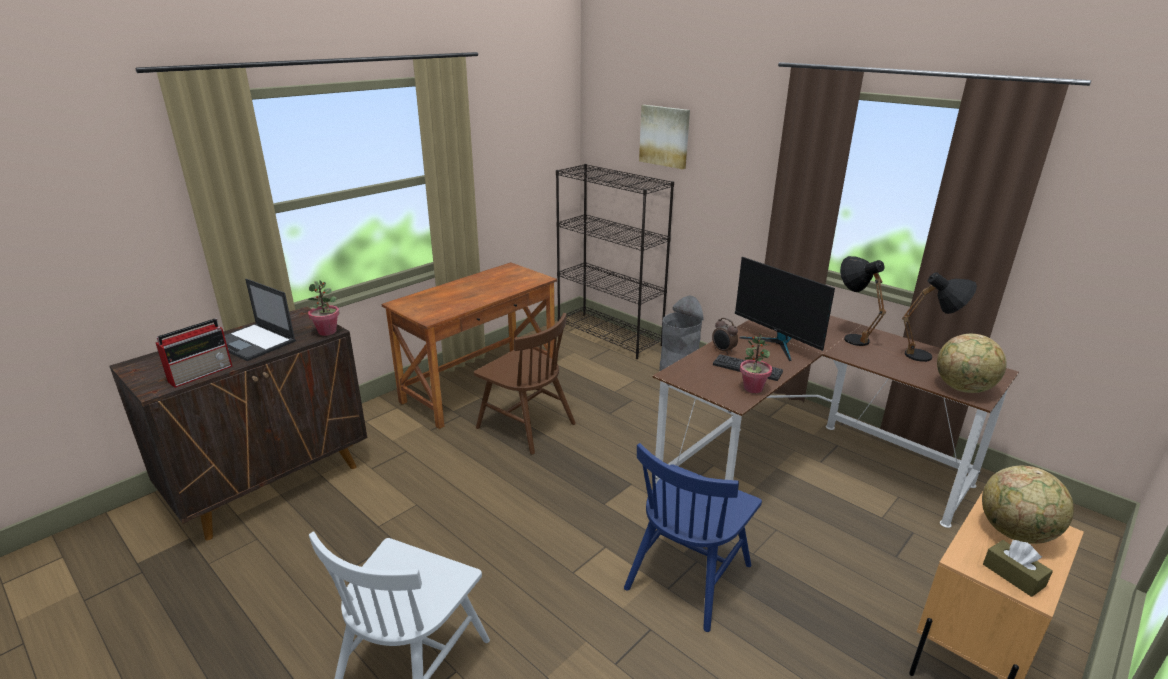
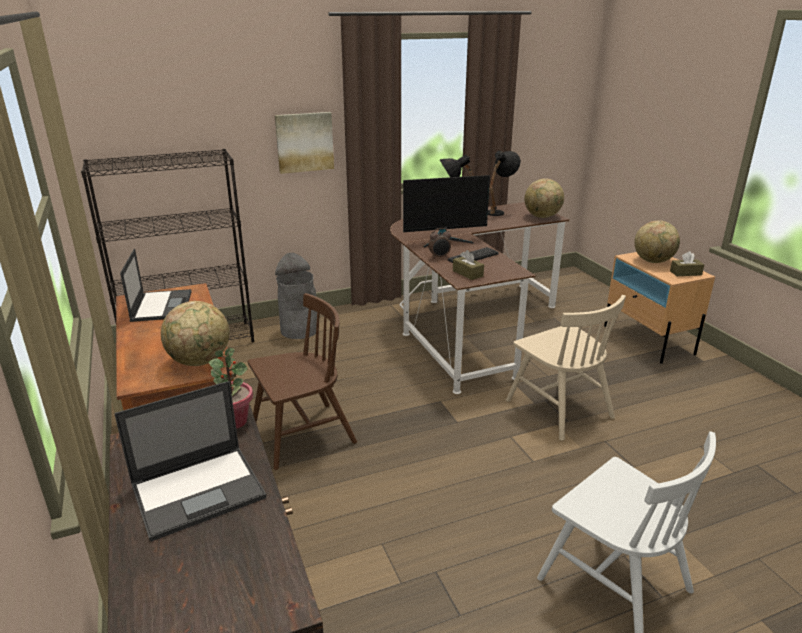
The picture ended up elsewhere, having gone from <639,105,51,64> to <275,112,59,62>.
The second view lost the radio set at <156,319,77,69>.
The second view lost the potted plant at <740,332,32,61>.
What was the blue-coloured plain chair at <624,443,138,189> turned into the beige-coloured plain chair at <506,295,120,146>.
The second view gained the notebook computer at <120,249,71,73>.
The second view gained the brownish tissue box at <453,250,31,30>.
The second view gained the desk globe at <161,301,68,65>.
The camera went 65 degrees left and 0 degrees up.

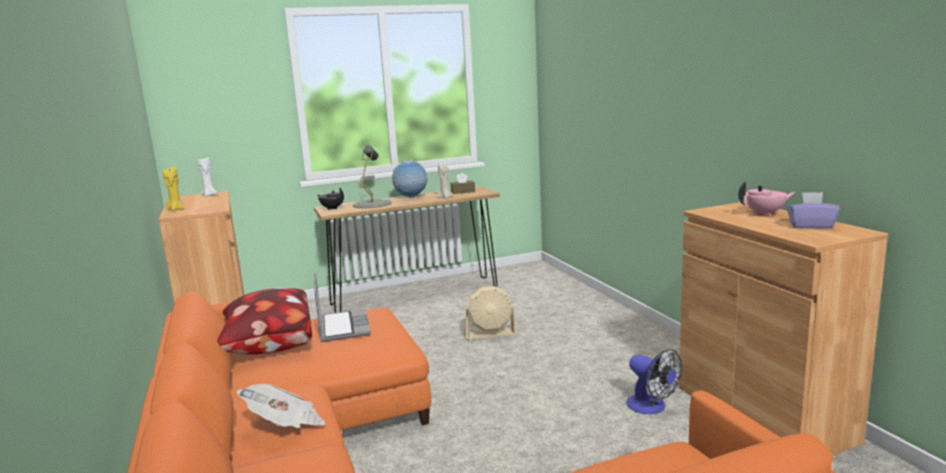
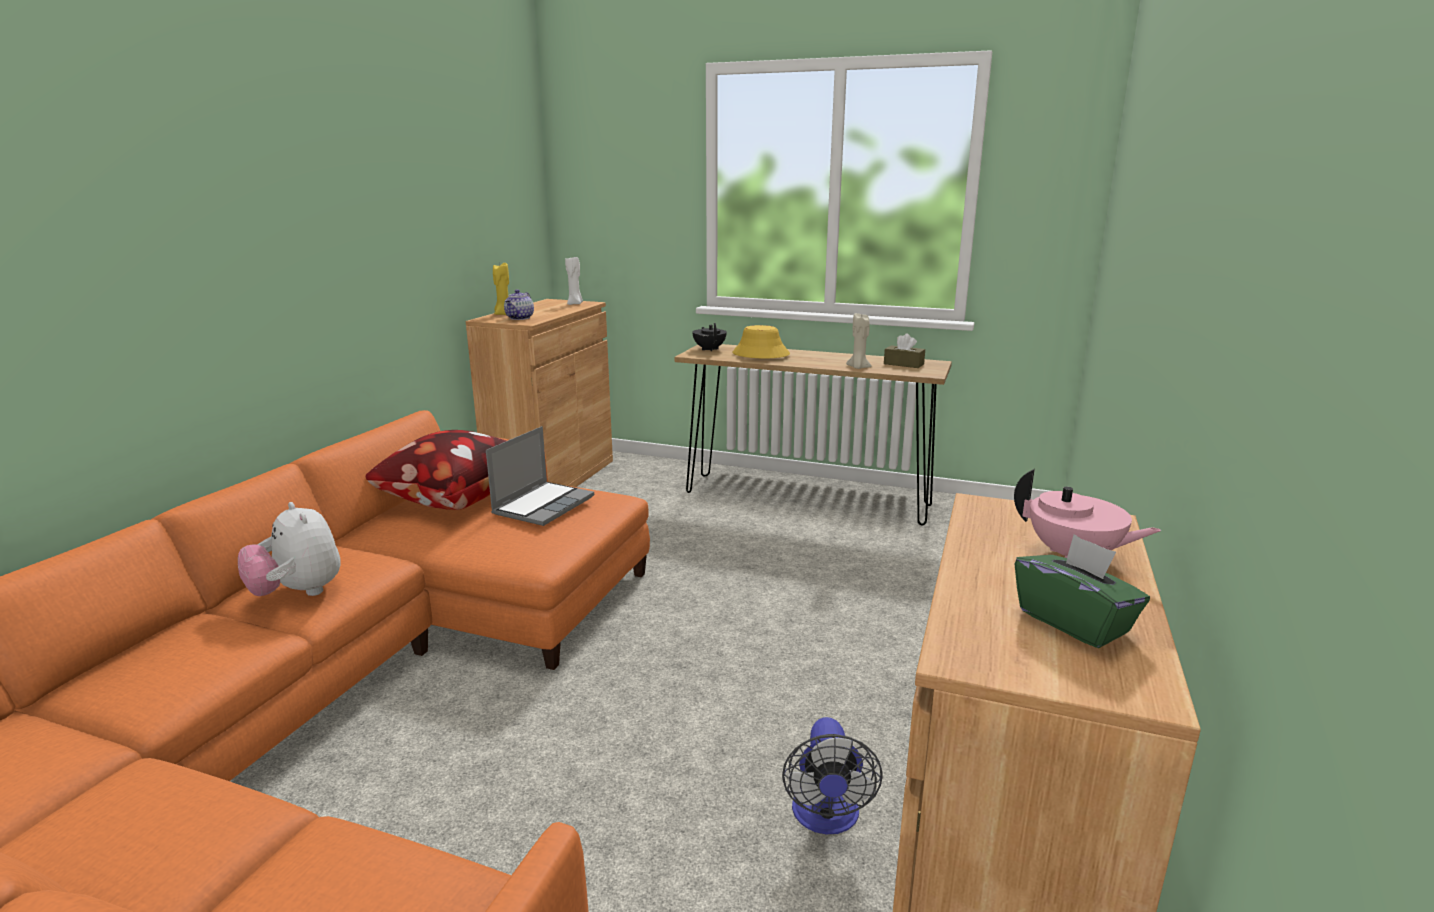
Where the grey lamp for a table stood at <353,145,39,64>, the yellowish wearable hat came to stand at <733,325,57,33>.
The second view lost the desk globe at <392,160,36,38>.
What was the purple-coloured tissue box at <786,192,54,37> turned into the green tissue box at <1015,534,135,114>.
The second view lost the beige-coloured cooling fan at <464,286,53,54>.
Where the daily paper stood at <237,384,89,44>, the soft toy came to stand at <238,502,103,94>.
The second view gained the teapot at <504,289,30,31>.
The camera went 40 degrees right and 5 degrees up.

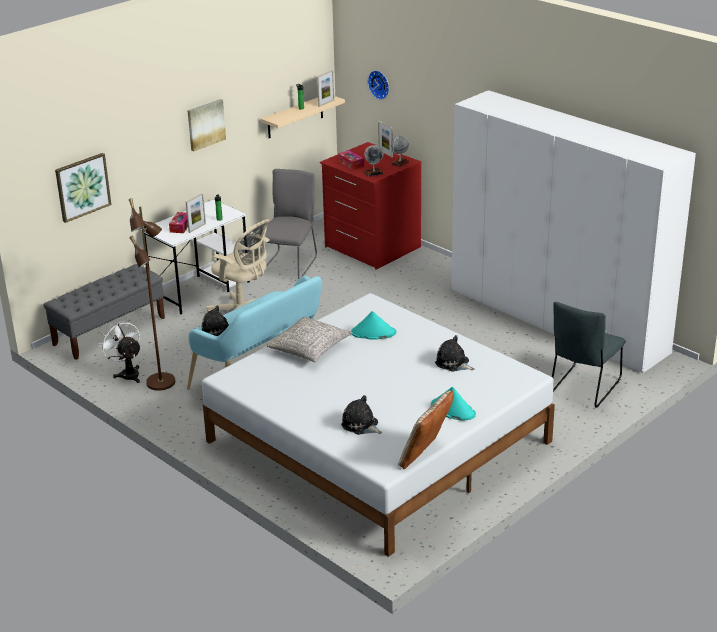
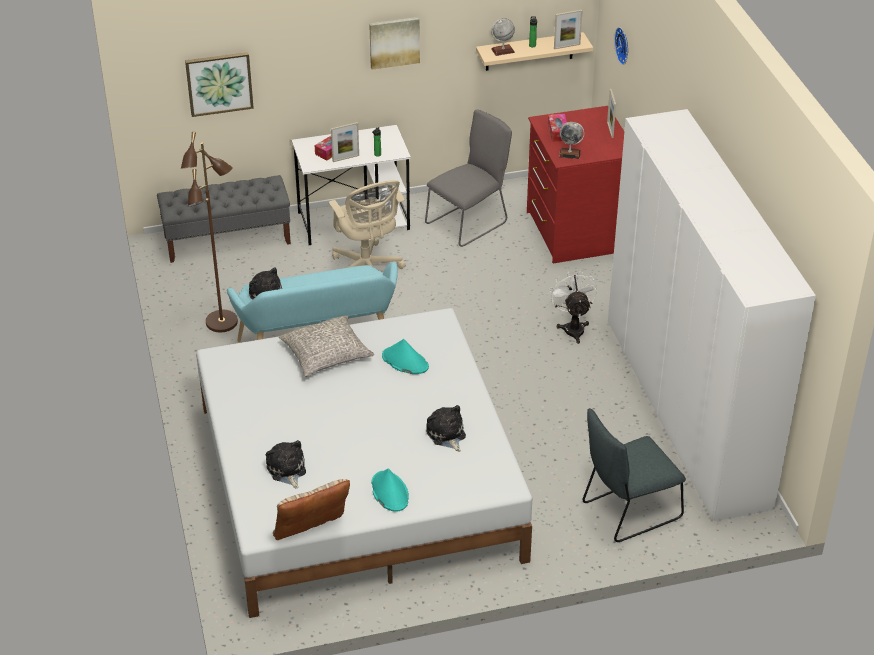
The desk globe ended up elsewhere, having gone from <391,136,18,31> to <491,18,24,38>.
The white-coloured cooling fan ended up elsewhere, having gone from <98,319,43,64> to <550,271,48,73>.
The camera went 30 degrees right and 10 degrees up.

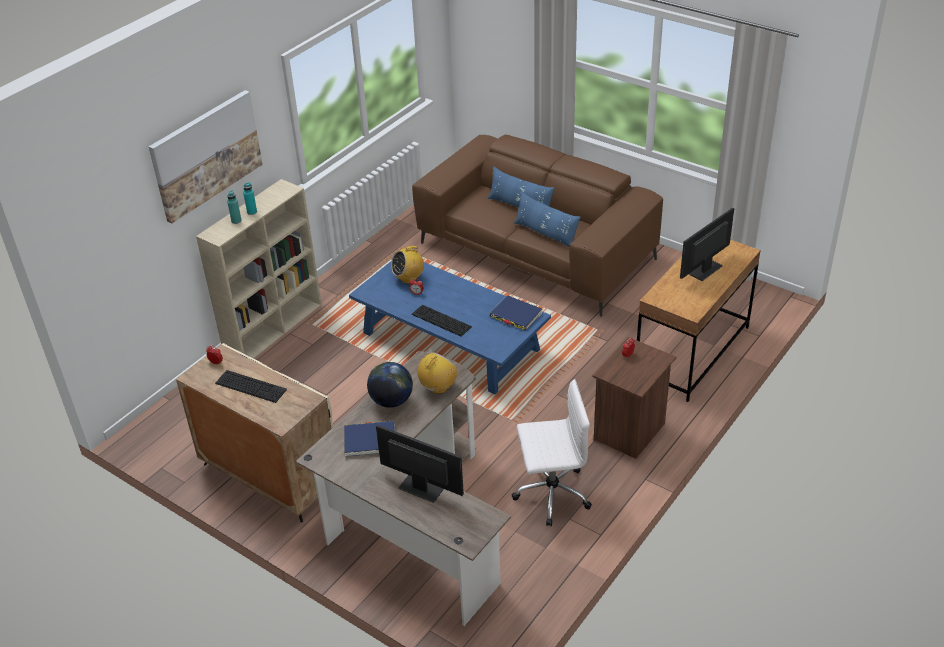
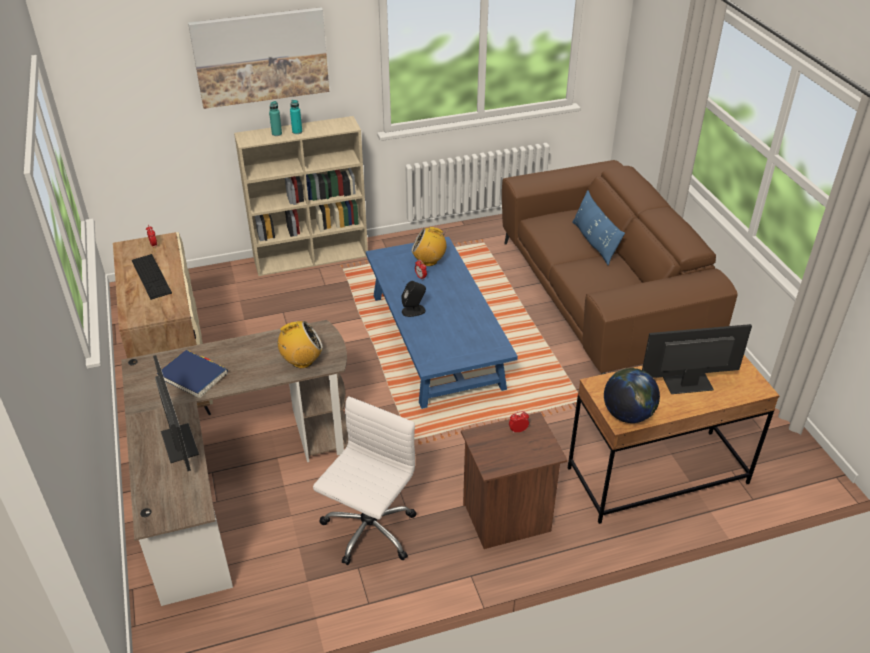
The second view lost the blue-coloured pillow at <514,191,66,56>.
The second view lost the blue-coloured volume at <490,295,53,35>.
Where the computer keyboard stood at <412,305,60,32>, the black-coloured audio speaker came to stand at <402,281,24,36>.
The desk globe ended up elsewhere, having gone from <367,362,46,46> to <604,368,56,55>.
The white-coloured computer chair at <512,379,80,148> ended up facing another way, 90 degrees counterclockwise from before.
The camera went 35 degrees right and 0 degrees up.

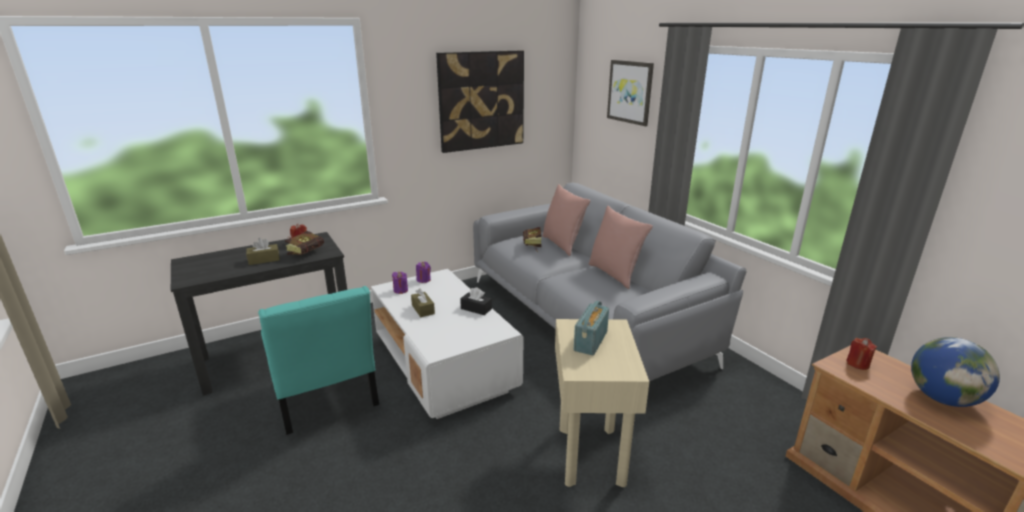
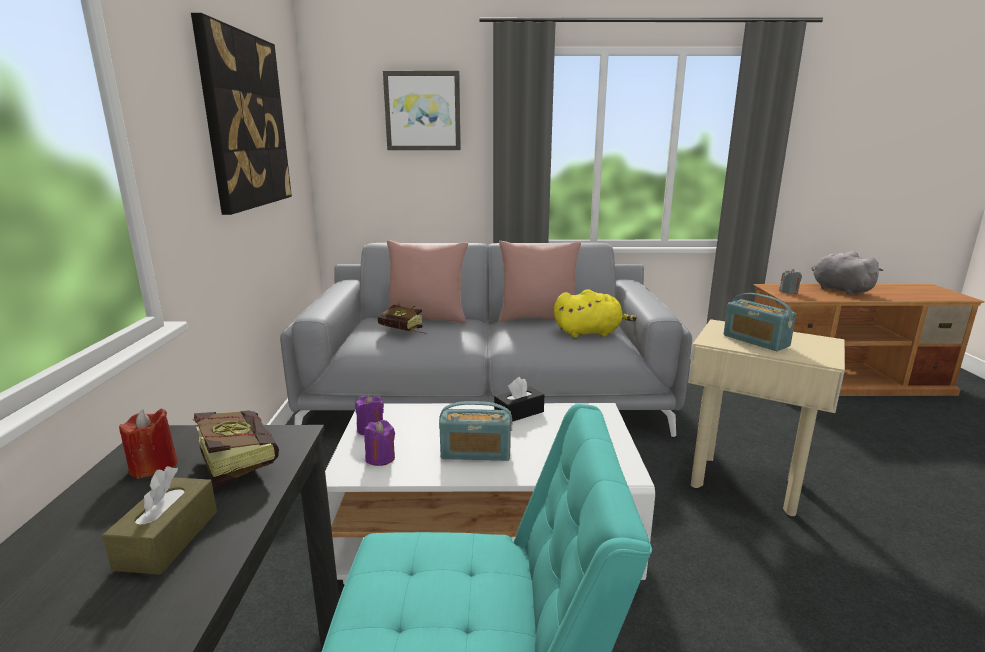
Where the brownish tissue box stood at <411,288,24,29>, the radio set came to stand at <439,401,73,60>.
Where the desk globe stood at <911,337,89,70>, the grey soft toy came to stand at <811,251,73,43>.
What was the red wax light at <846,338,31,32> turned into the grey wax light at <779,269,23,25>.
The second view gained the yellowish soft toy at <554,289,83,49>.
The camera went 60 degrees left and 5 degrees down.

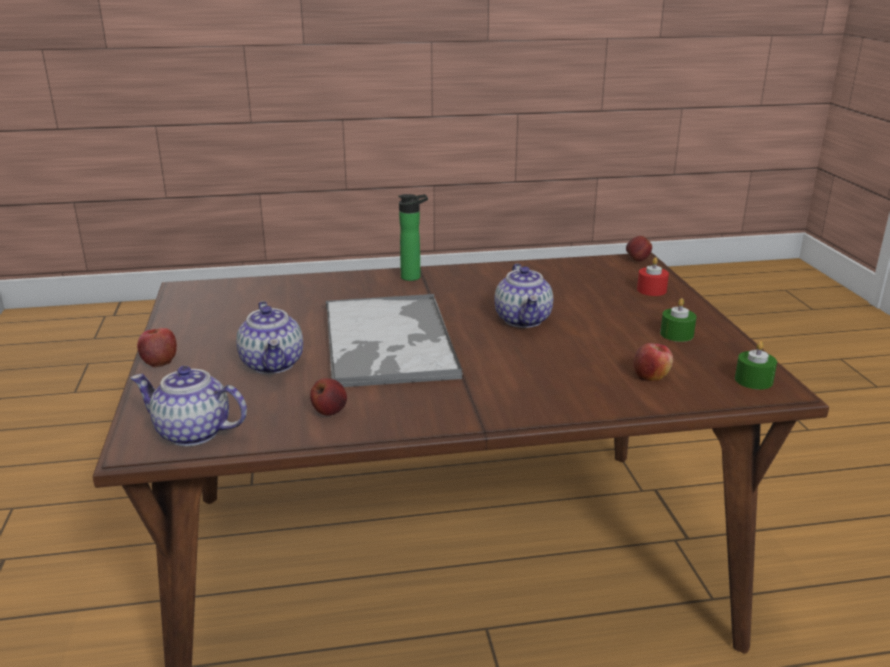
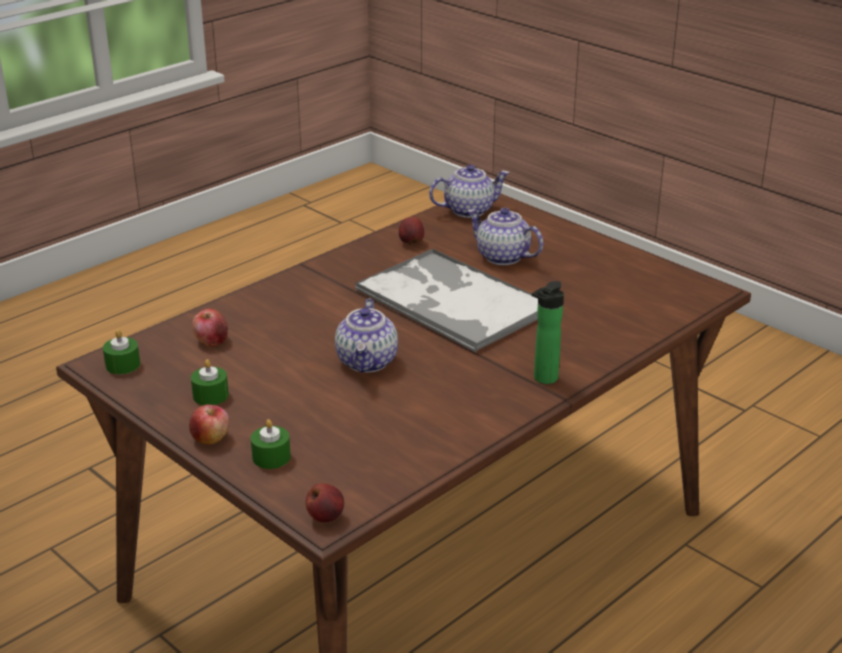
What was the red wax light at <637,257,32,39> turned into the green wax light at <251,419,40,50>.
The teapot at <495,263,58,65> ended up facing another way, 135 degrees counterclockwise from before.
The whole apple ended up elsewhere, having gone from <137,328,40,40> to <189,404,40,41>.
The camera went 145 degrees right and 5 degrees up.

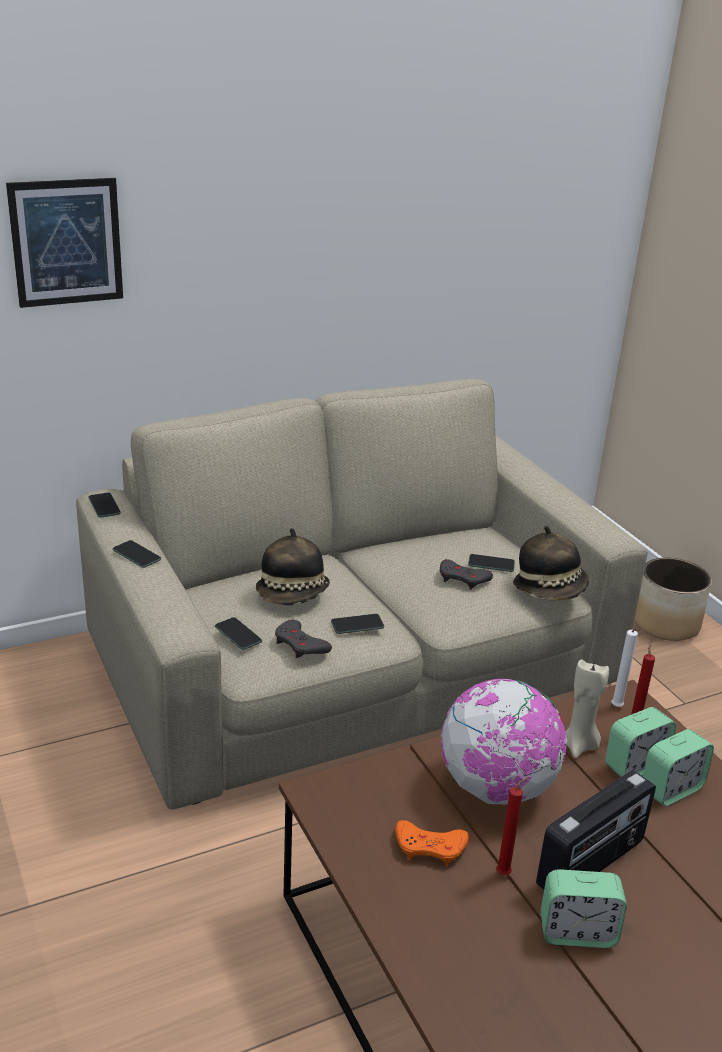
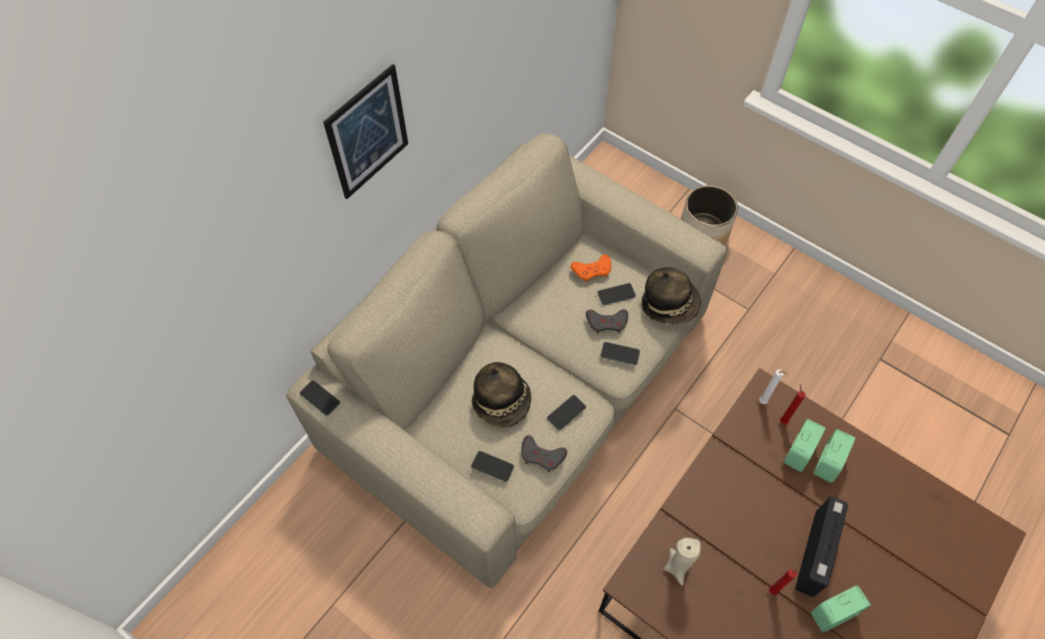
The picture ended up elsewhere, having gone from <6,178,117,130> to <323,64,85,135>.
The handset ended up elsewhere, having gone from <113,540,48,28> to <601,342,39,23>.
The beige-coloured wax light ended up elsewhere, having gone from <565,659,44,99> to <664,538,37,47>.
The second view lost the desk globe at <441,679,126,126>.
The orange gamepad ended up elsewhere, having gone from <395,820,74,47> to <571,254,40,28>.
The camera went 25 degrees left and 30 degrees up.

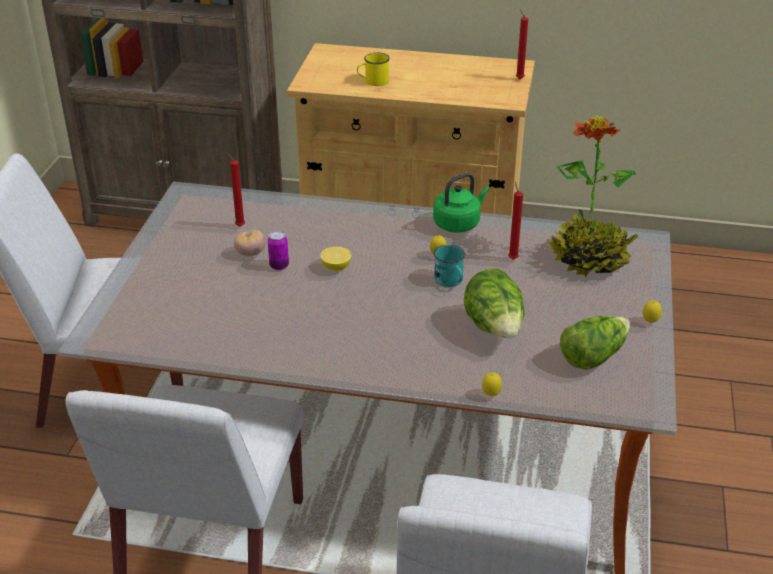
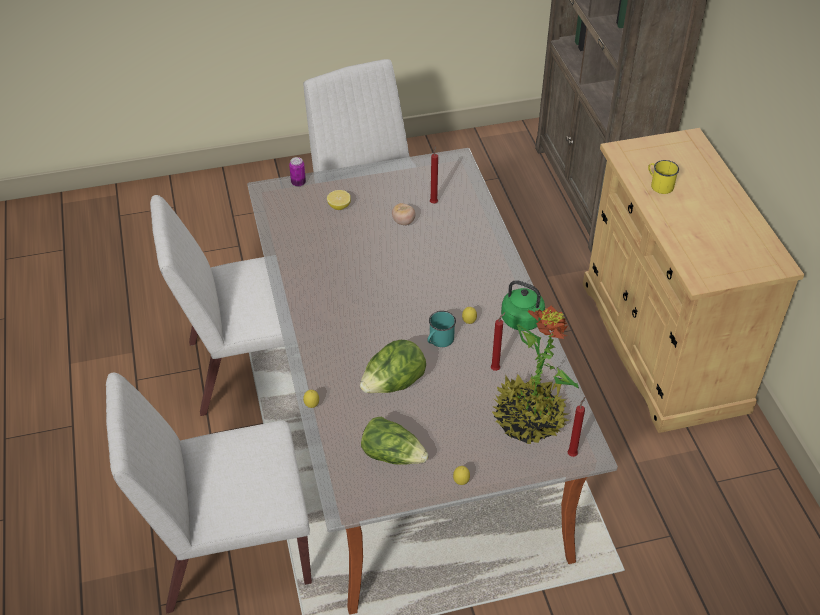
The red wax light ended up elsewhere, having gone from <516,9,12,70> to <568,397,17,60>.
The can ended up elsewhere, having gone from <268,231,21,39> to <289,157,17,30>.
The citrus fruit ended up elsewhere, having gone from <320,247,32,24> to <327,190,24,20>.
The camera went 65 degrees right and 10 degrees up.

